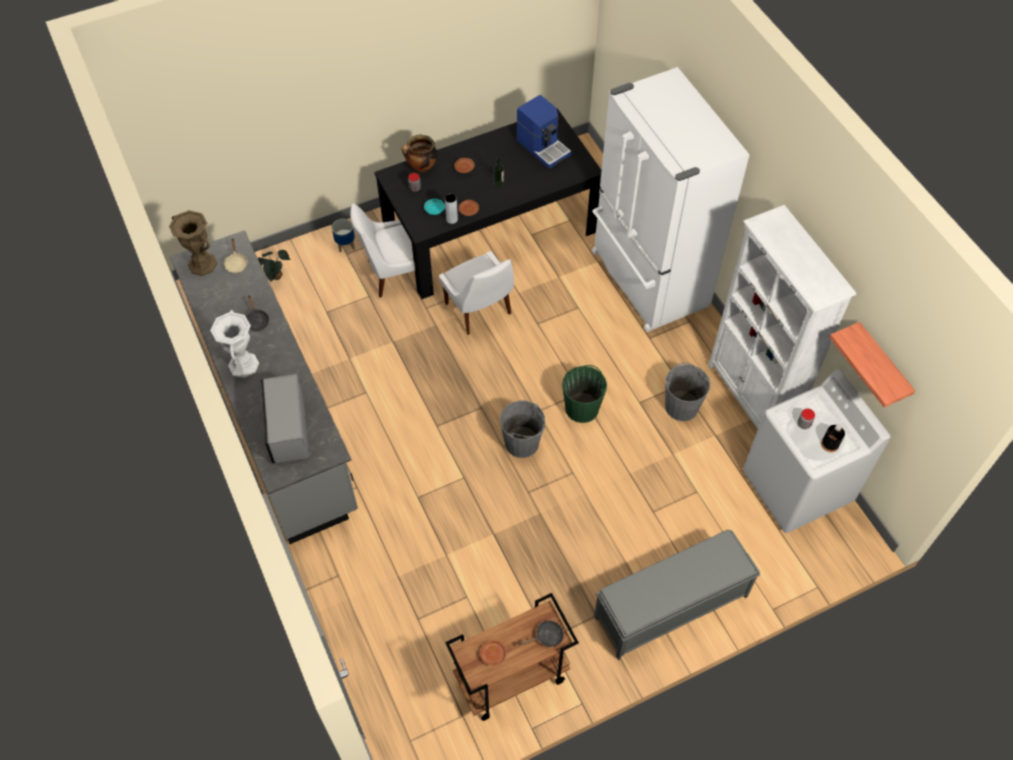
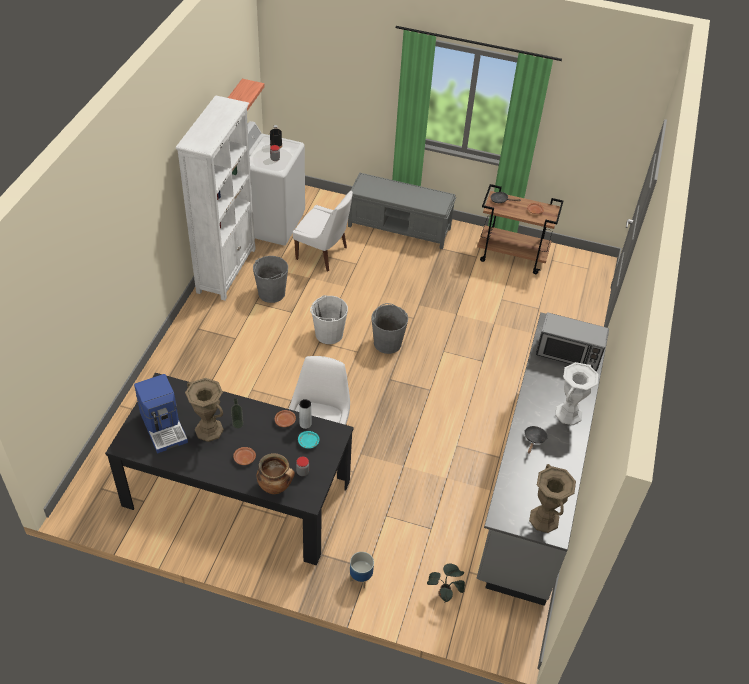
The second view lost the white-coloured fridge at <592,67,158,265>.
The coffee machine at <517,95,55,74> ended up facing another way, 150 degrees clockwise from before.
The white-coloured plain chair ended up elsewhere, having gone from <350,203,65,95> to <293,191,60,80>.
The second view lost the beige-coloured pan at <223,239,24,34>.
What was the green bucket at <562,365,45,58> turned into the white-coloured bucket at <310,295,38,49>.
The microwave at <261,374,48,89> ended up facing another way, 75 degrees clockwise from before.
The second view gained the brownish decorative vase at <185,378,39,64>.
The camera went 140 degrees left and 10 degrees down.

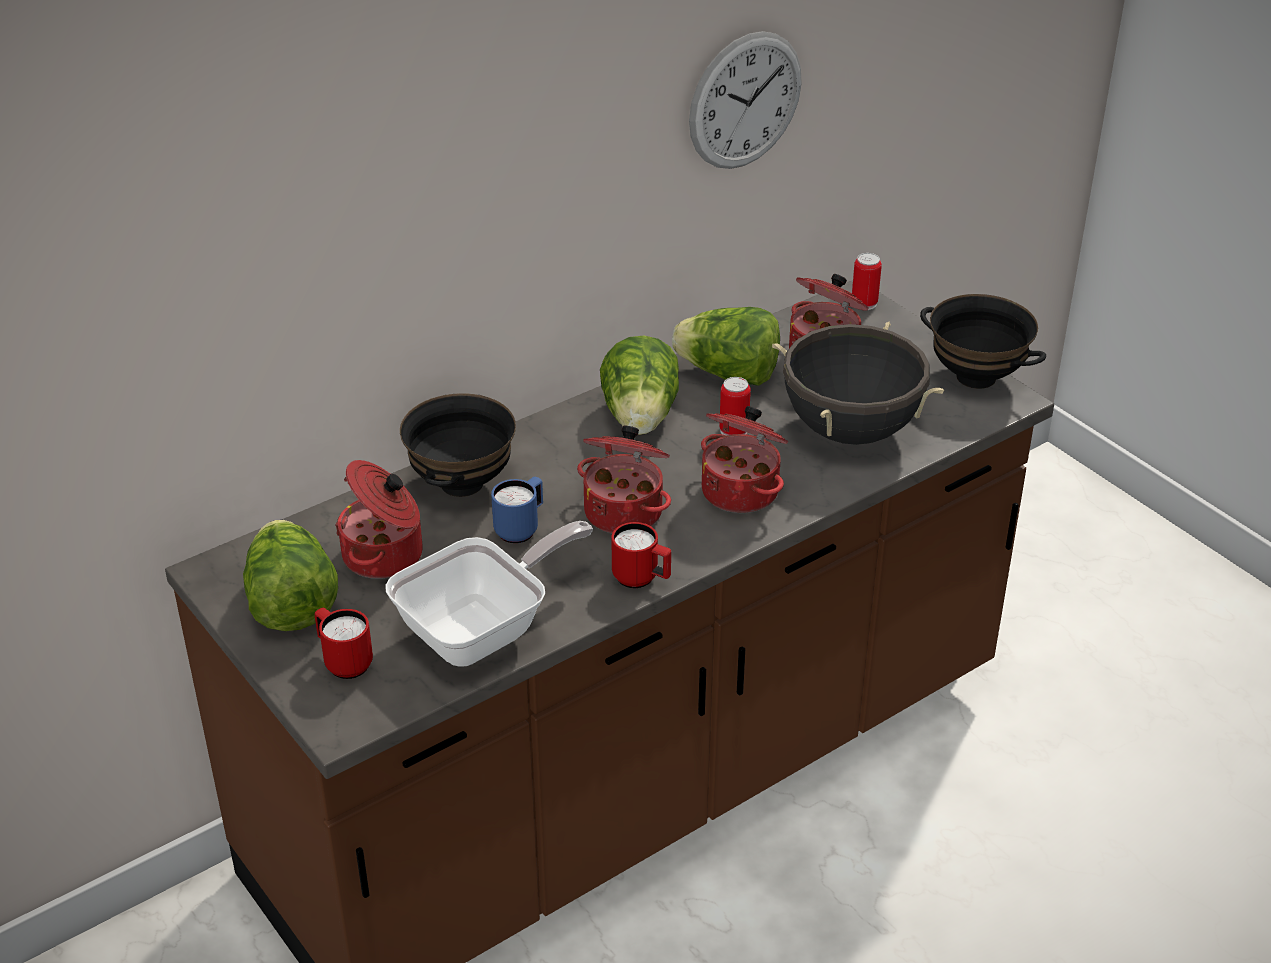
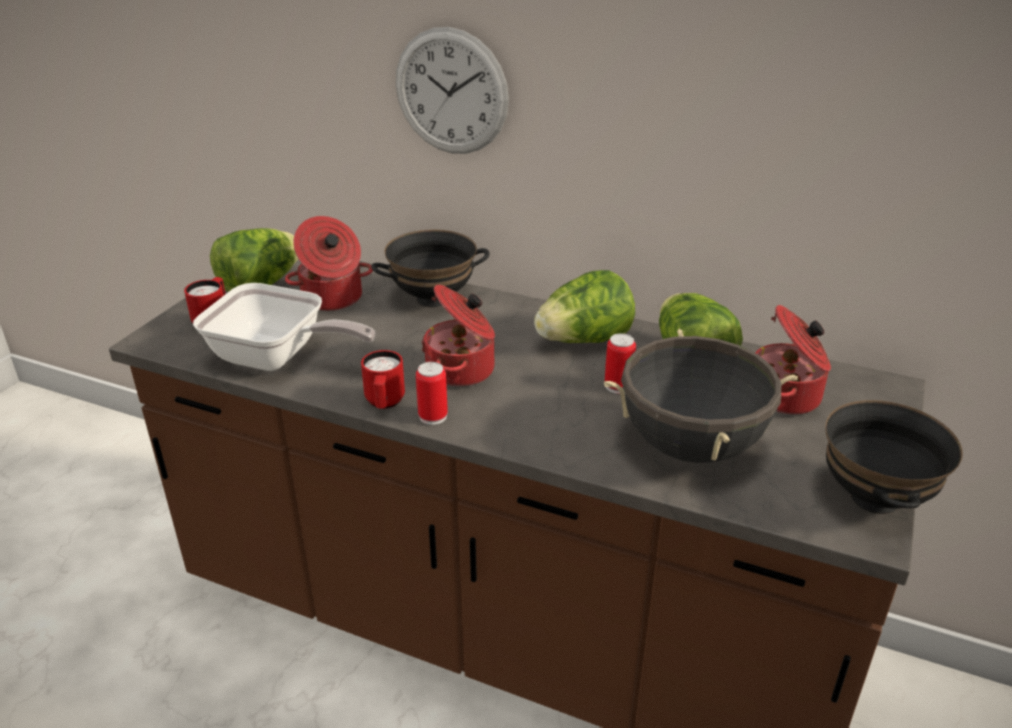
The clock on the wall ended up elsewhere, having gone from <689,31,113,138> to <396,27,113,127>.
The can ended up elsewhere, having gone from <852,253,30,57> to <416,362,32,63>.
The second view lost the stockpot at <701,406,88,107>.
The second view lost the blue-coloured mug at <491,477,52,66>.
The camera went 60 degrees right and 5 degrees down.

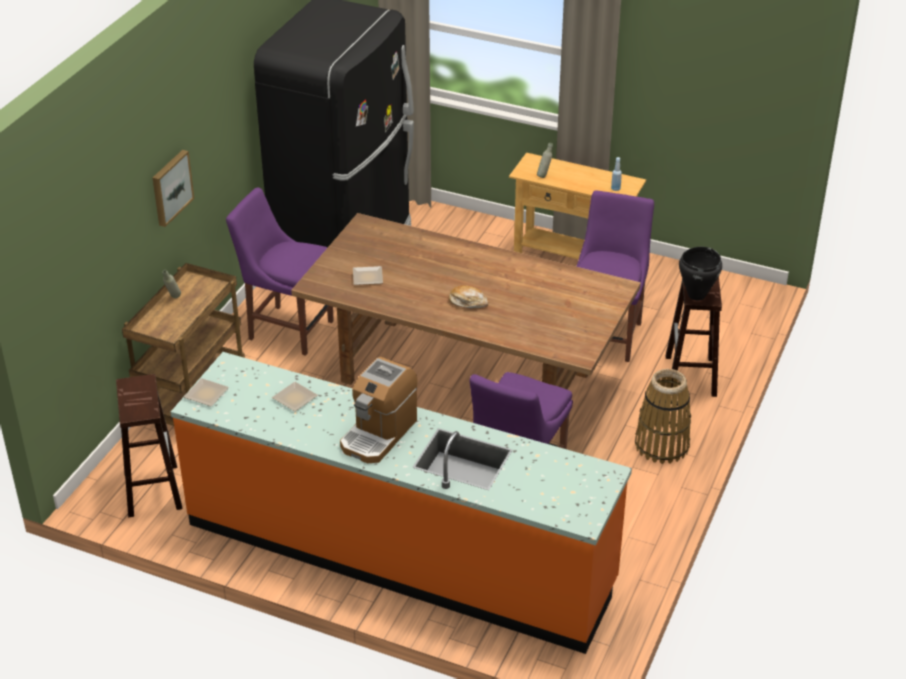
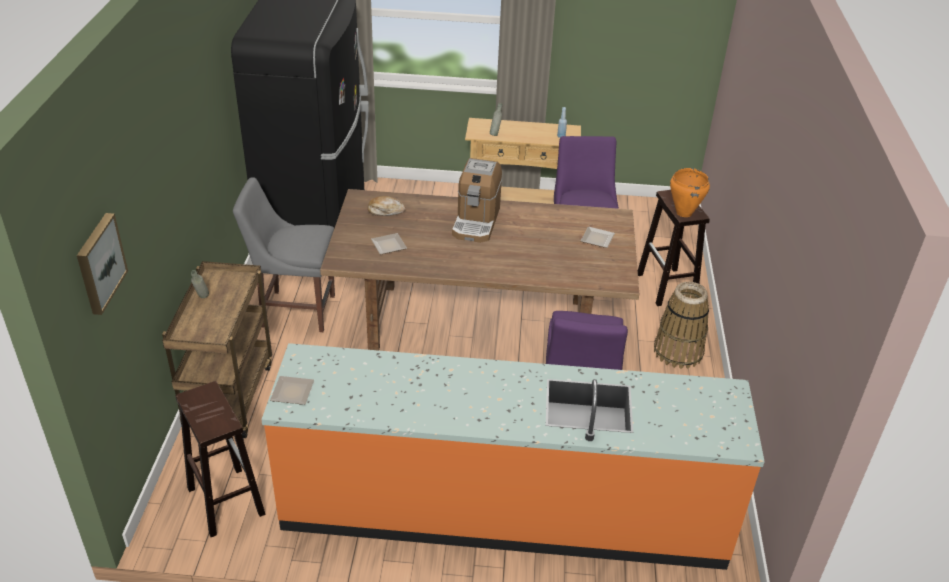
The picture ended up elsewhere, having gone from <153,150,41,77> to <77,213,51,102>.
What was the purple-coloured plain chair at <226,187,108,169> turned into the grey plain chair at <233,177,102,155>.
What was the black-coloured stockpot at <679,247,43,54> turned into the orange stockpot at <670,168,40,49>.
The bakery bread ended up elsewhere, having gone from <449,285,40,24> to <368,196,37,20>.
The coffee machine ended up elsewhere, having gone from <340,357,78,106> to <452,158,50,85>.
The plate ended up elsewhere, having gone from <272,382,46,30> to <581,227,34,21>.
The camera went 20 degrees left and 0 degrees up.

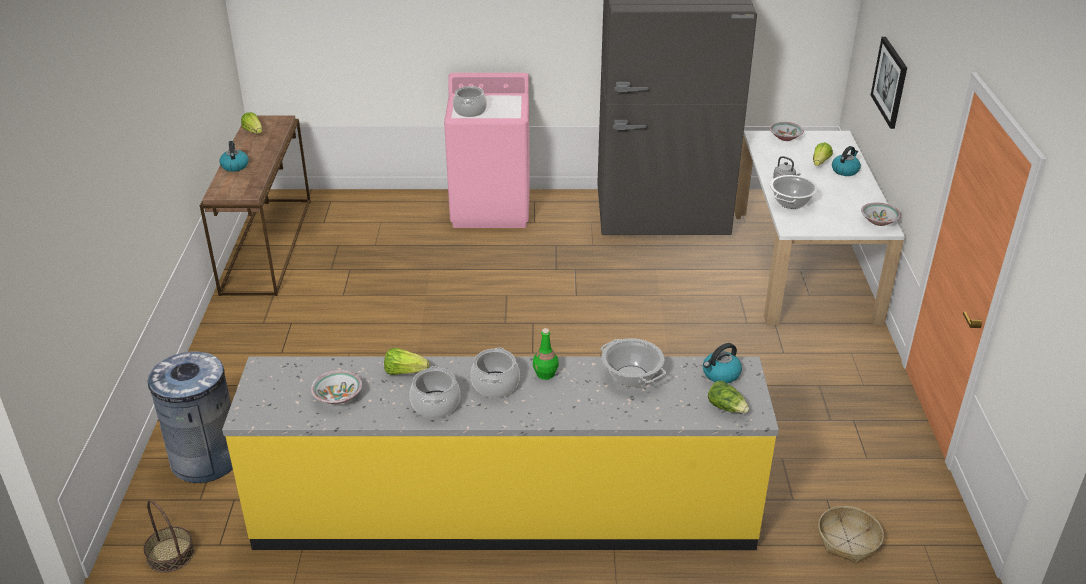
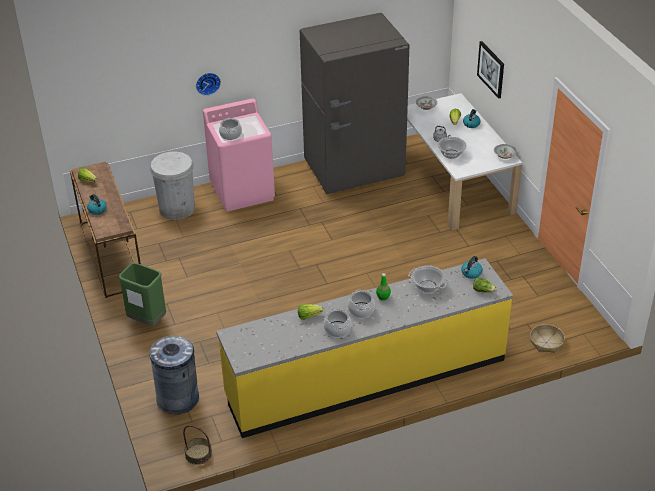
The second view lost the deep dish at <311,370,51,34>.
The second view gained the clock on the wall at <196,73,25,23>.
The second view gained the white-coloured trash can at <150,152,45,68>.
The second view gained the green trash can at <118,263,48,63>.
The camera went 20 degrees left and 5 degrees up.

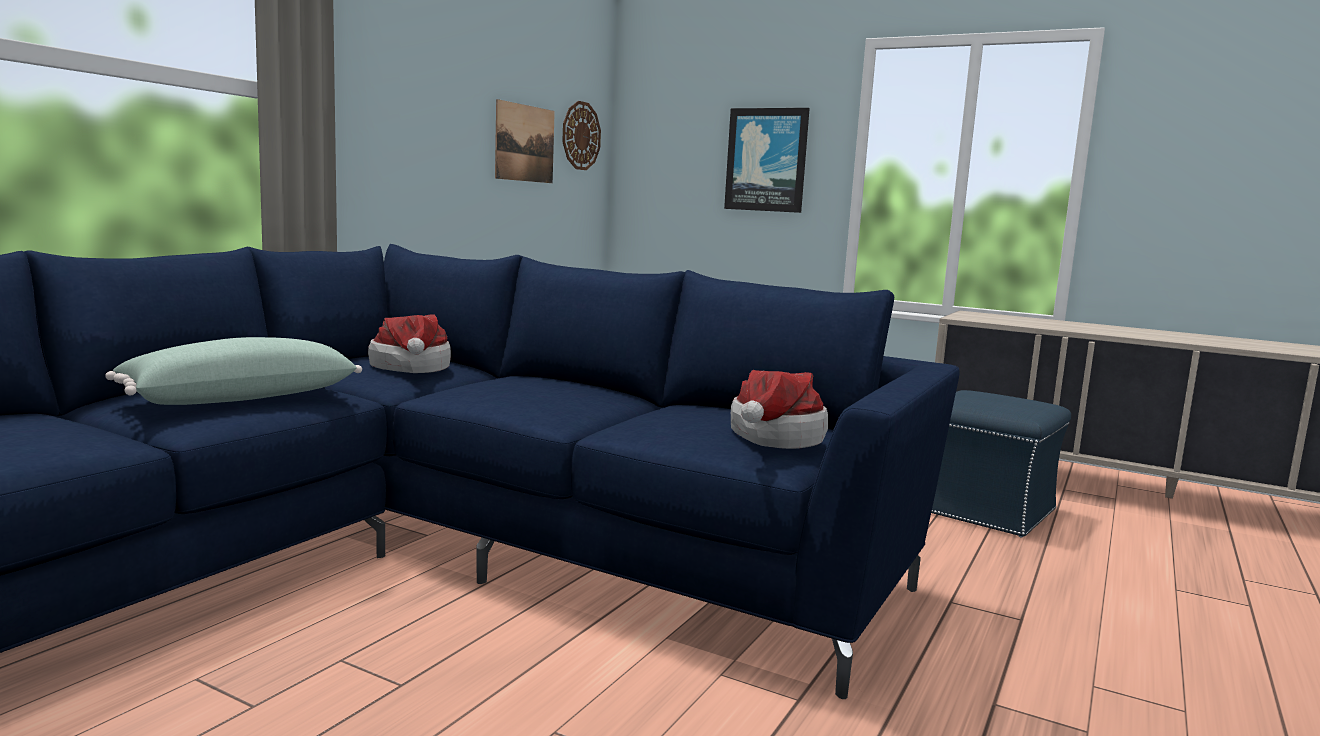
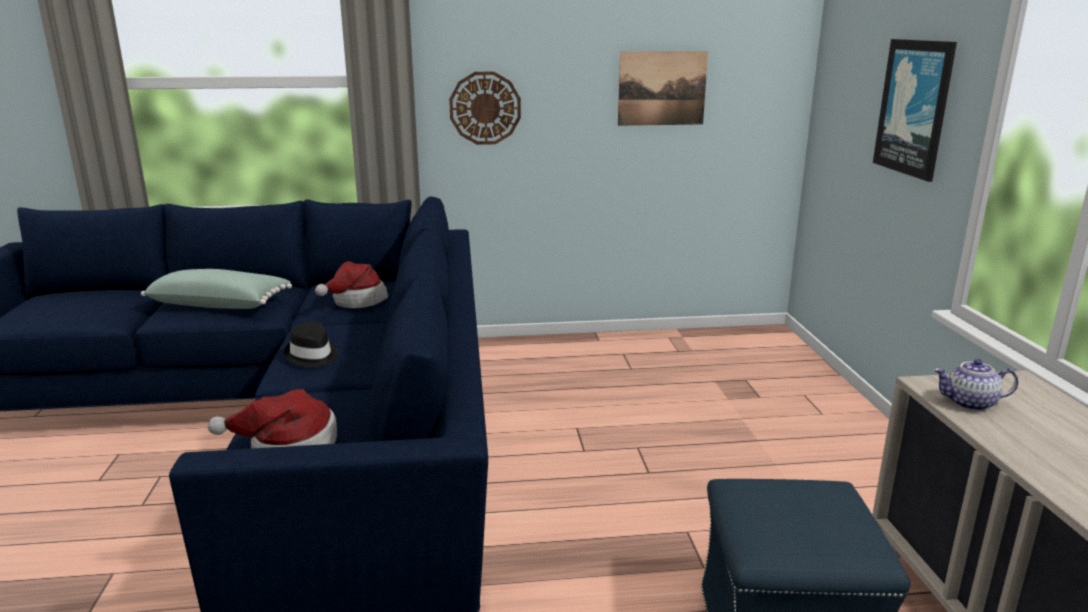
The clock on the wall ended up elsewhere, having gone from <562,101,39,69> to <449,72,72,73>.
The second view gained the black-coloured wearable hat at <284,321,55,46>.
The second view gained the teapot at <934,359,85,52>.
The camera went 55 degrees right and 10 degrees up.

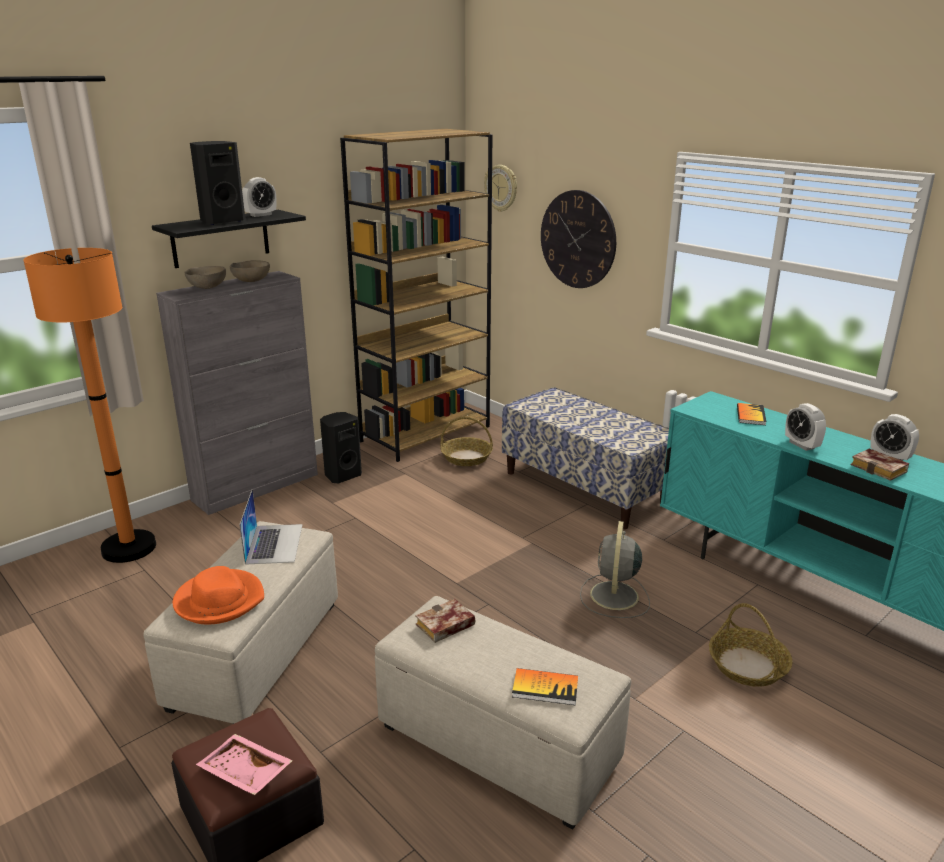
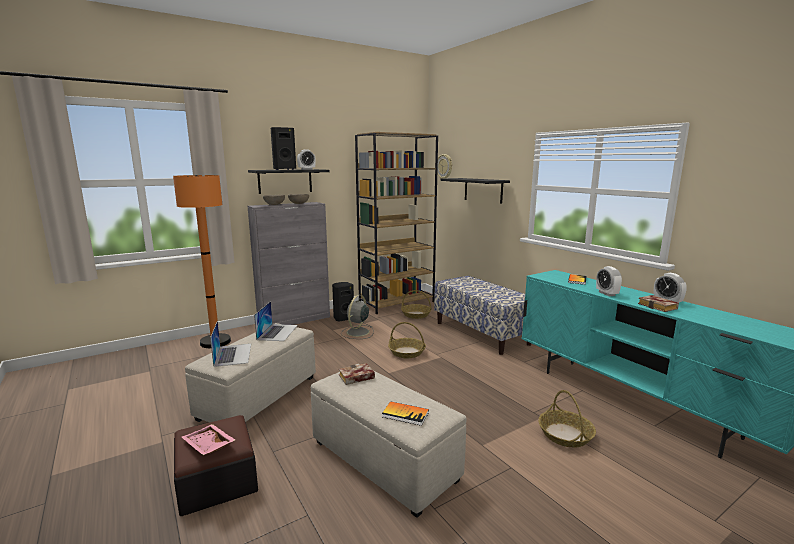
Where the clock on the wall hung at <541,190,75,98>, the black-coloured bracket shelf came to hang at <441,178,69,26>.
The grey cooling fan ended up elsewhere, having gone from <580,521,70,97> to <341,295,33,44>.
Where the orange wearable hat stood at <173,566,91,58>, the notebook computer came to stand at <210,321,41,46>.
The second view gained the household basket at <388,322,38,36>.
The camera went 10 degrees right and 10 degrees down.

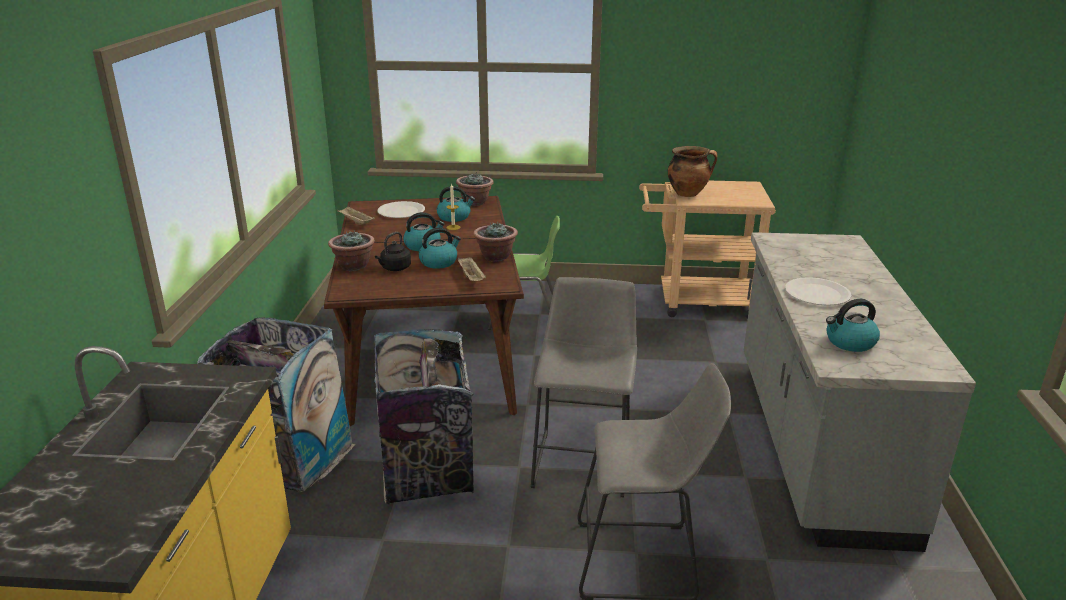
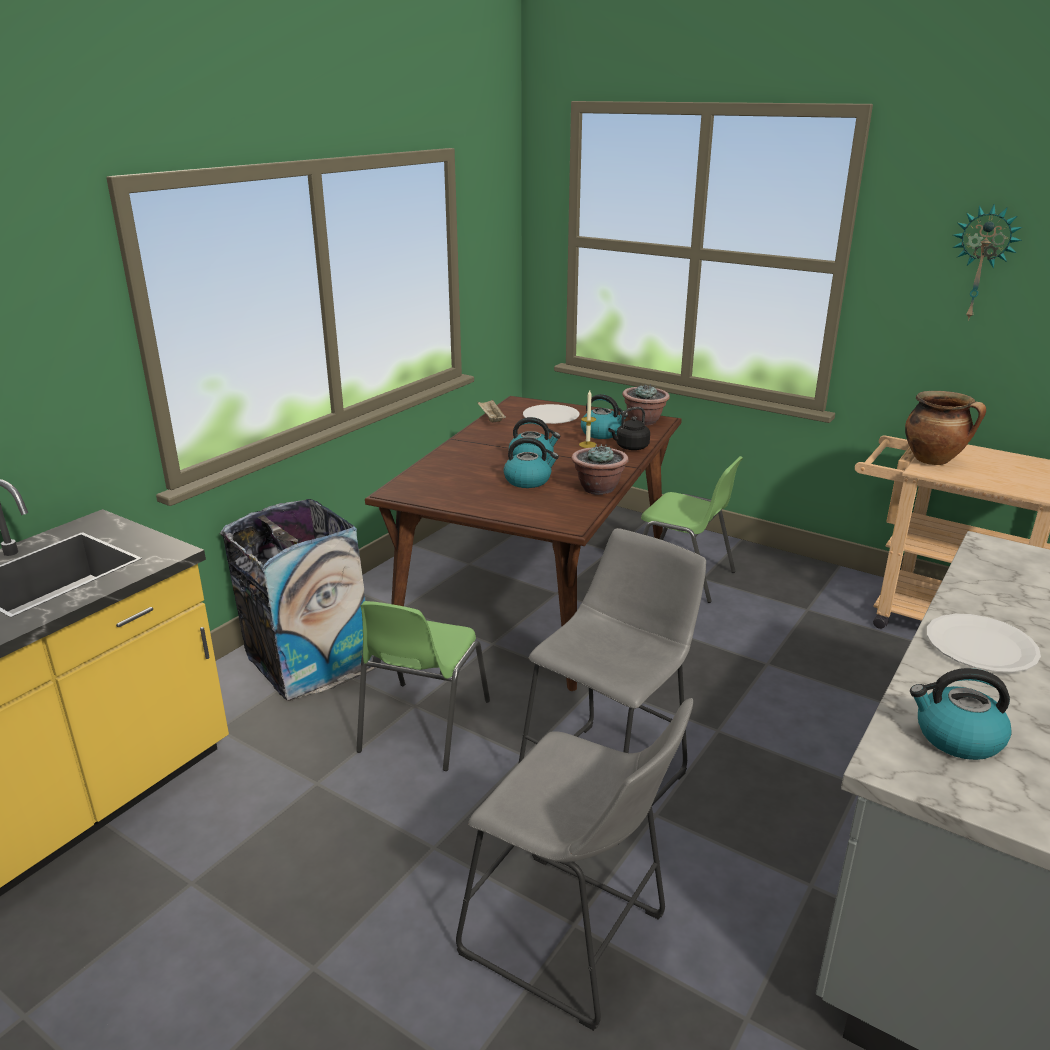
The second view lost the potted plant at <328,230,47,41>.
The black-coloured tea kettle ended up elsewhere, having gone from <375,232,36,39> to <608,407,42,43>.
The second view lost the beige-coloured serving tray at <458,257,28,24>.
Where the trash can stood at <373,329,101,175>, the green plain chair came to stand at <356,601,134,170>.
The second view gained the clock on the wall at <952,204,70,117>.
The camera went 30 degrees right and 0 degrees up.

